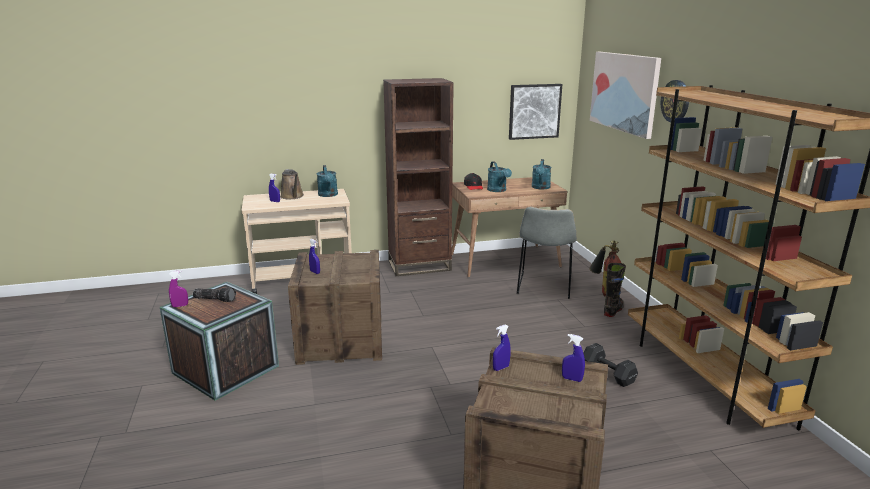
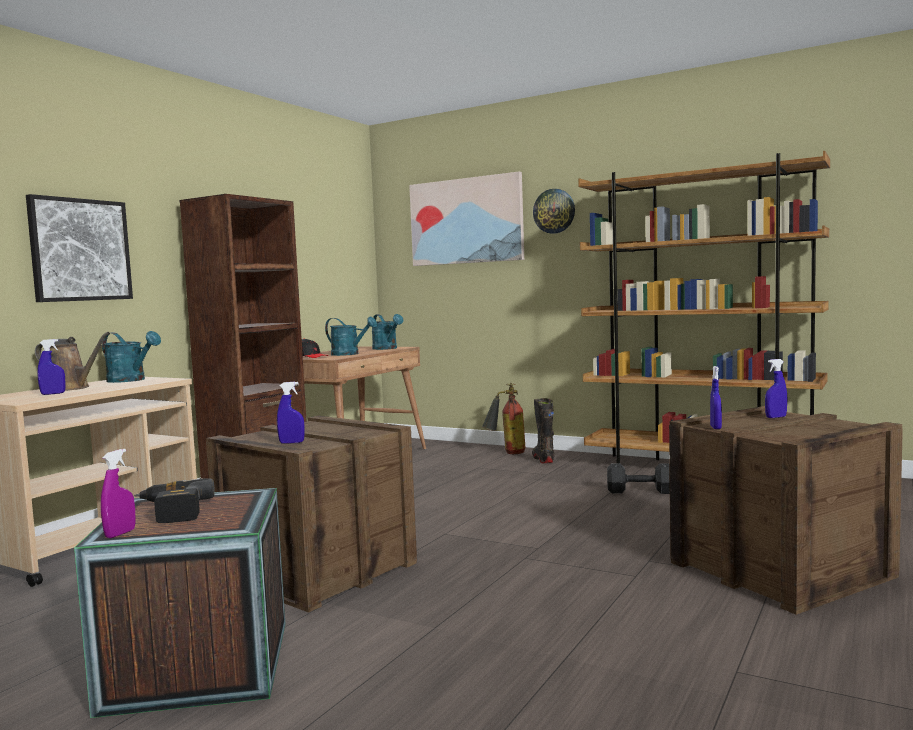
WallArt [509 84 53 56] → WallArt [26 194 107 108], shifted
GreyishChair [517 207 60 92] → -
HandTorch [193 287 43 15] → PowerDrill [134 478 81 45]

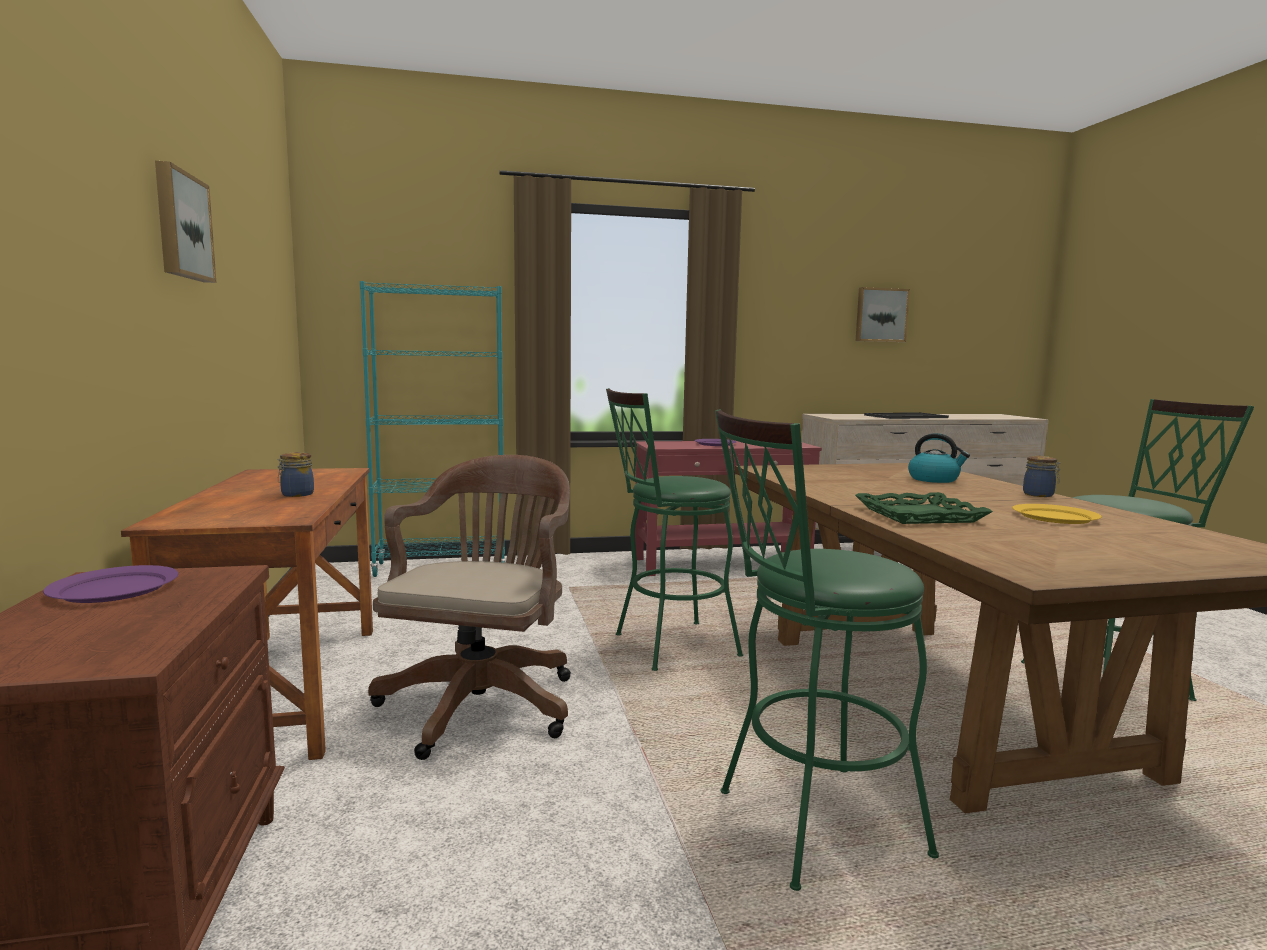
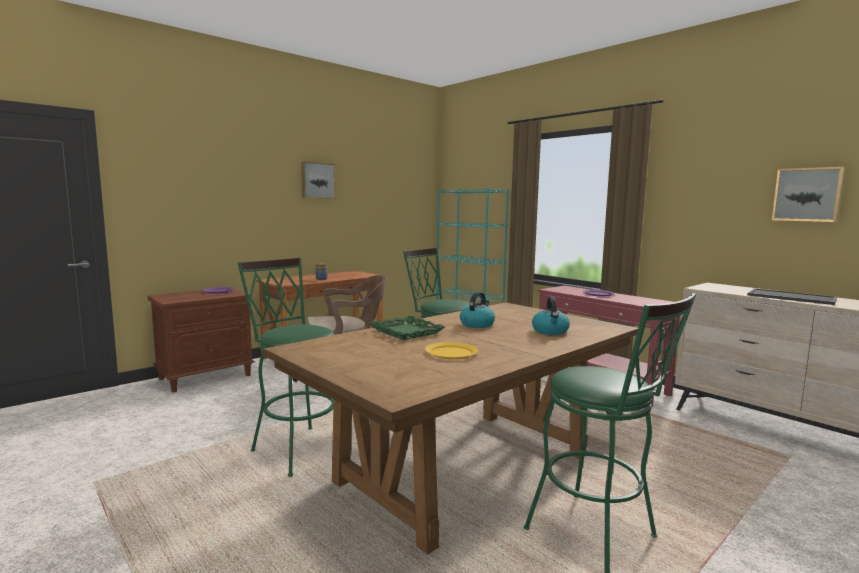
StorageJar [1023 456 38 41] → -
- → WaterKettle [460 292 35 36]

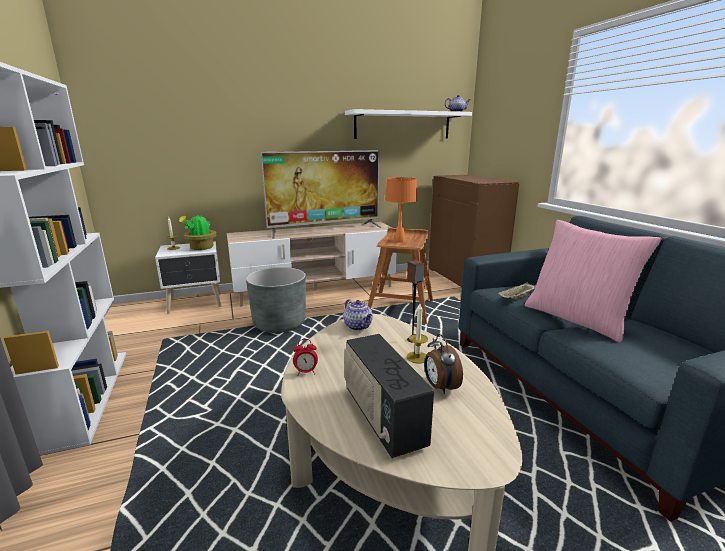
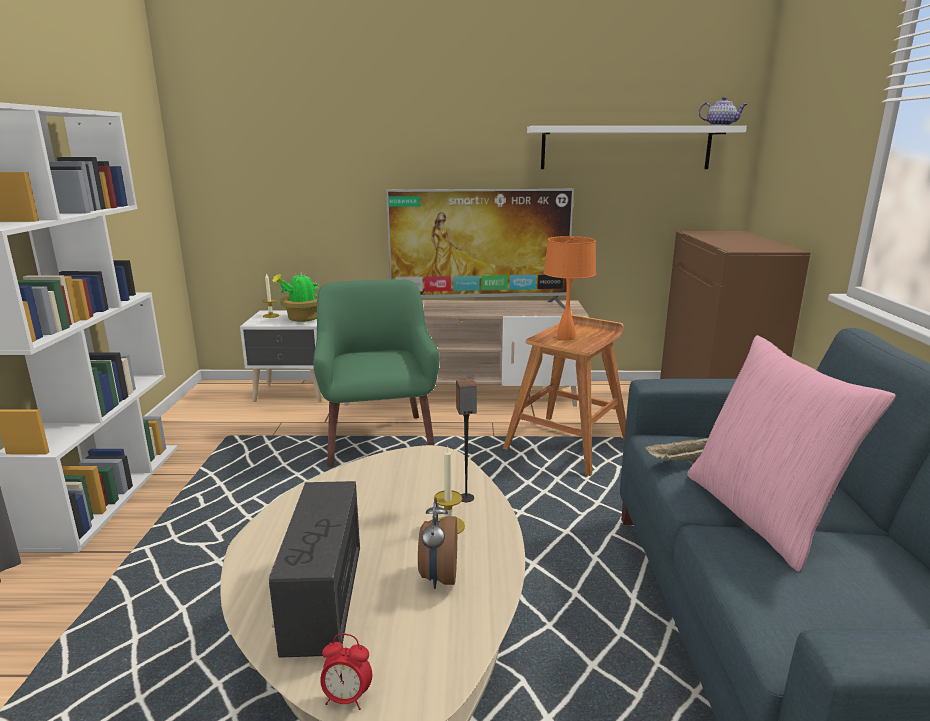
GreyishFlowerPot [246 267 60 66] → GreenEasyChair [313 279 127 188]
Teapot [343 299 30 32] → -
AlarmClock [293 339 25 37] → AlarmClock [320 634 52 76], shifted

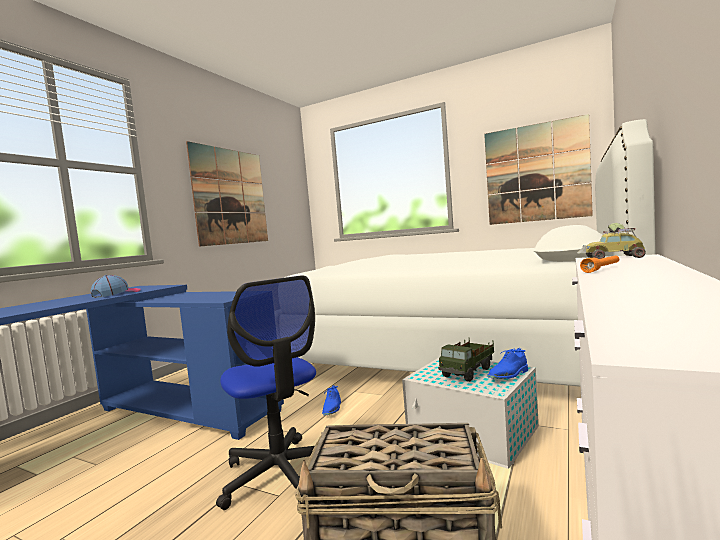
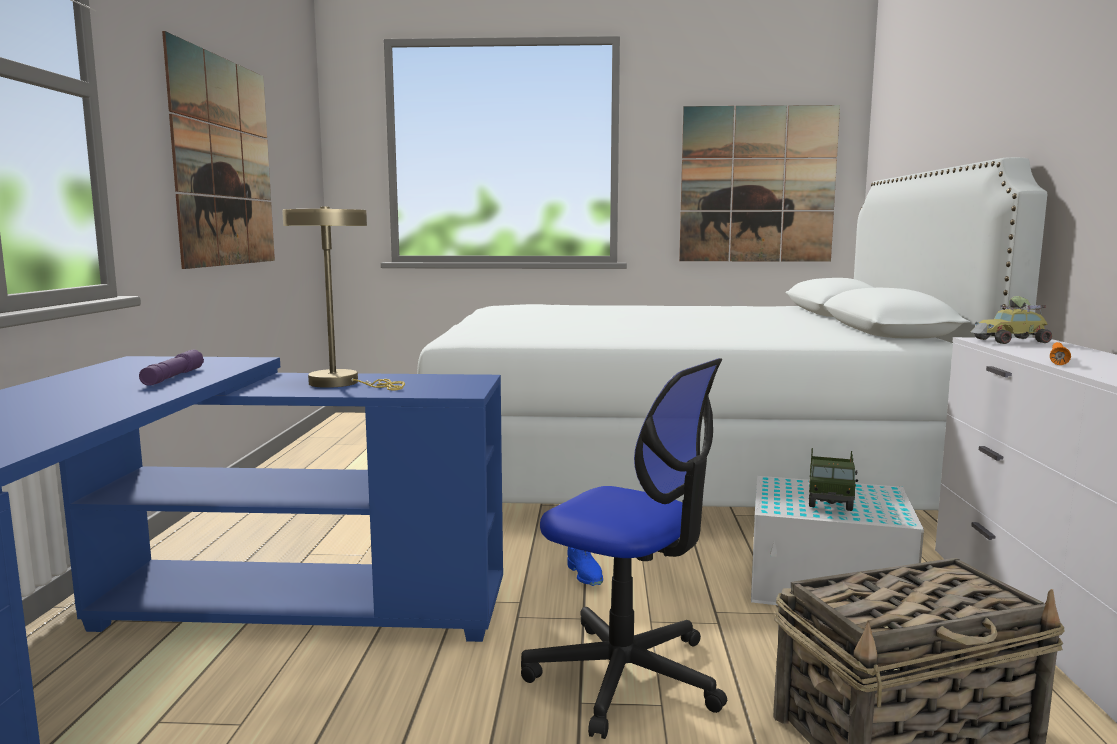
BaseballCap [91 275 50 23] → PurplishHandTorch [139 349 65 37]
BlueColouredLowShoe [488 348 40 31] → -
- → SandColouredTabletopLamp [282 207 123 183]

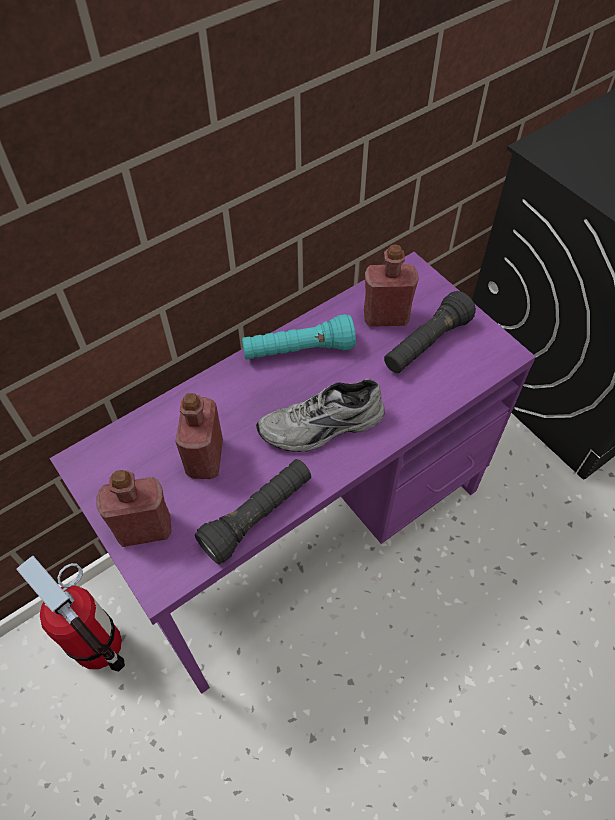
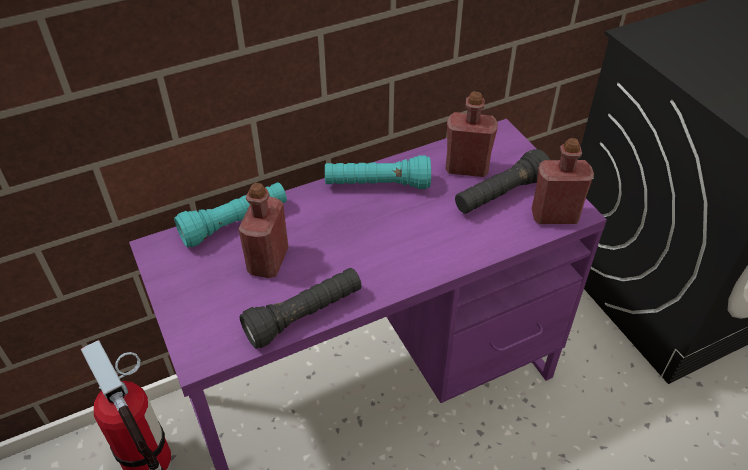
GreyishLowShoe [256 379 129 73] → -
RedColouredBottle [96 470 76 77] → RedColouredBottle [532 138 62 86], shifted
- → TurquoiseHandTorch [174 182 113 65]

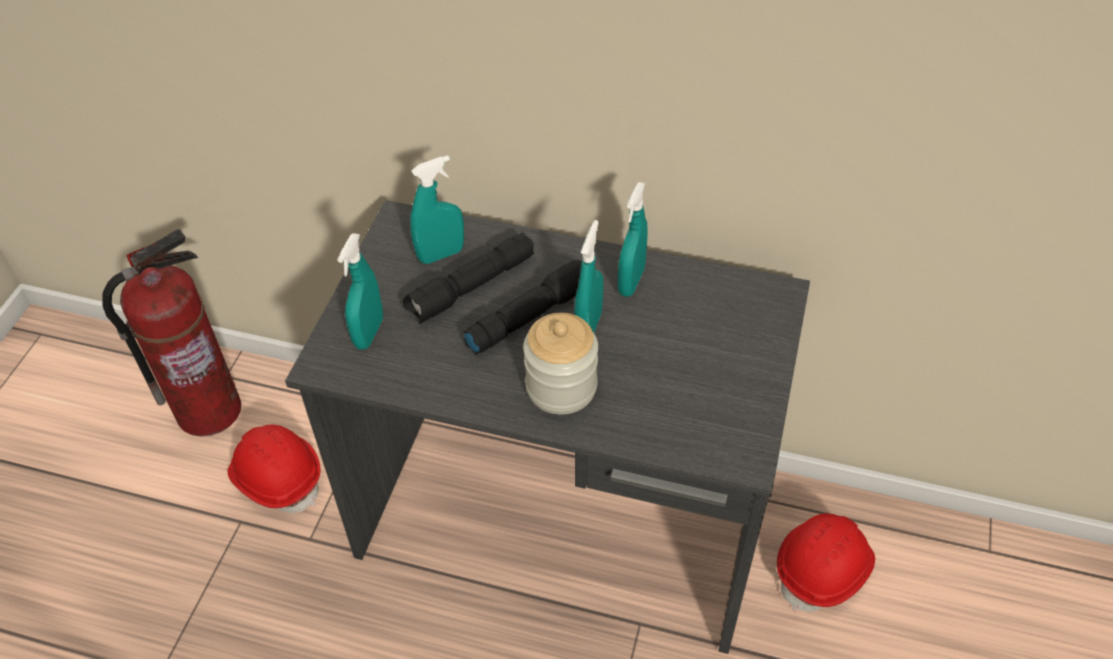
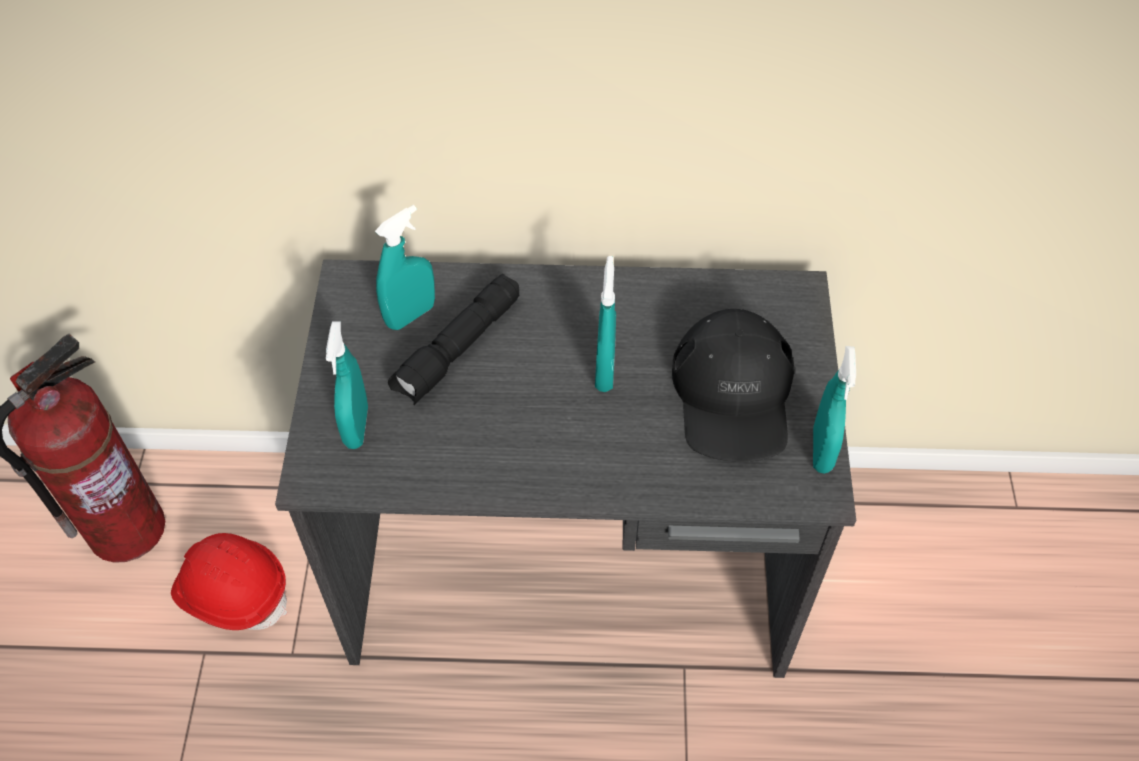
TurquoiseSprayBottle [618 182 30 115] → TurquoiseSprayBottle [813 346 43 128], shifted
BlackHandTorch [463 260 119 95] → -
StorageJar [523 313 75 101] → -
RedColouredWorkHelmet [777 513 98 99] → -
- → BlackBaseballCap [672 309 122 153]

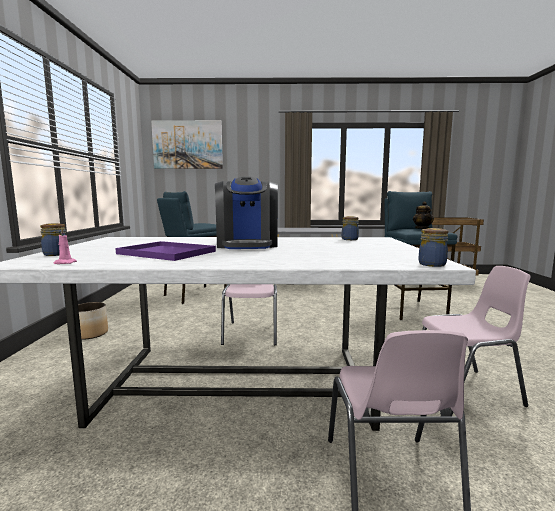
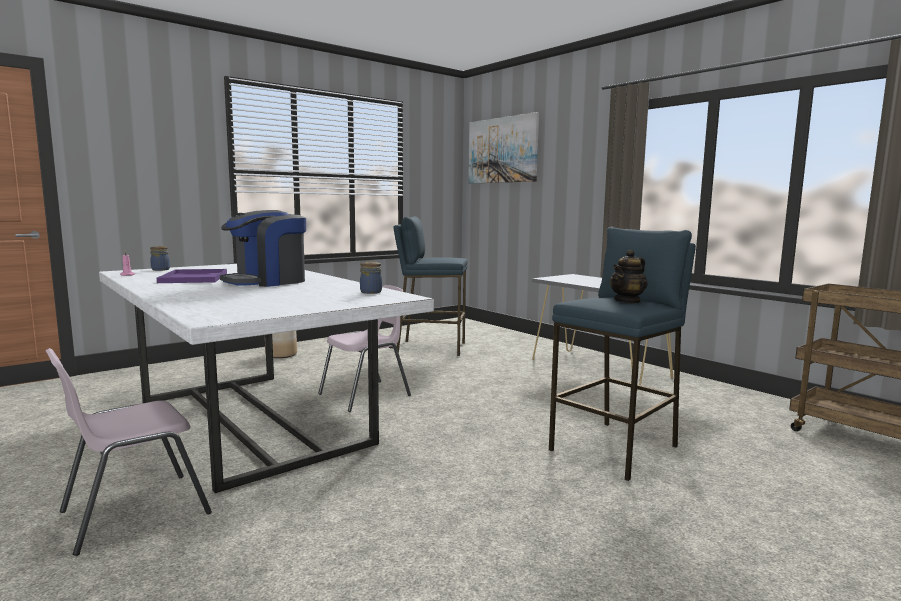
StorageJar [419 228 29 39] → -
PinkColouredChair [422 266 109 150] → -

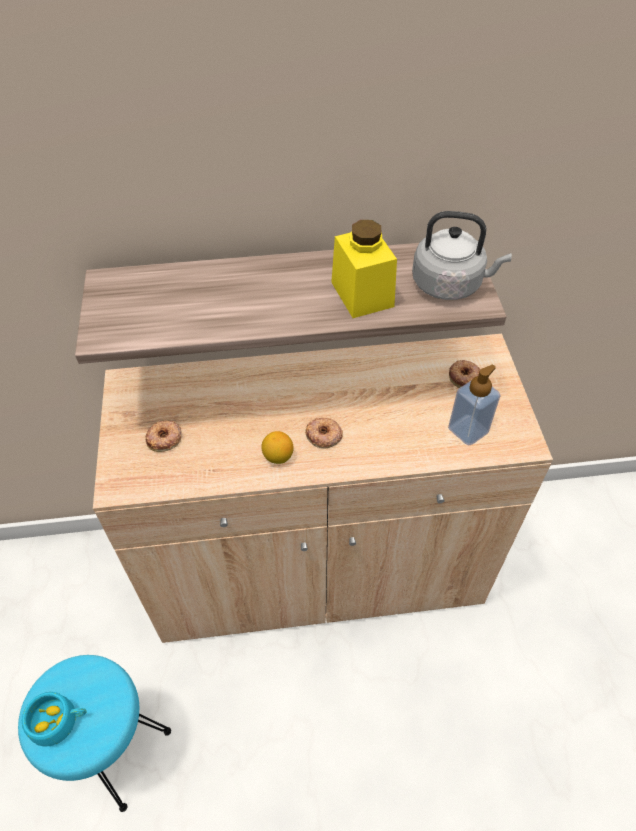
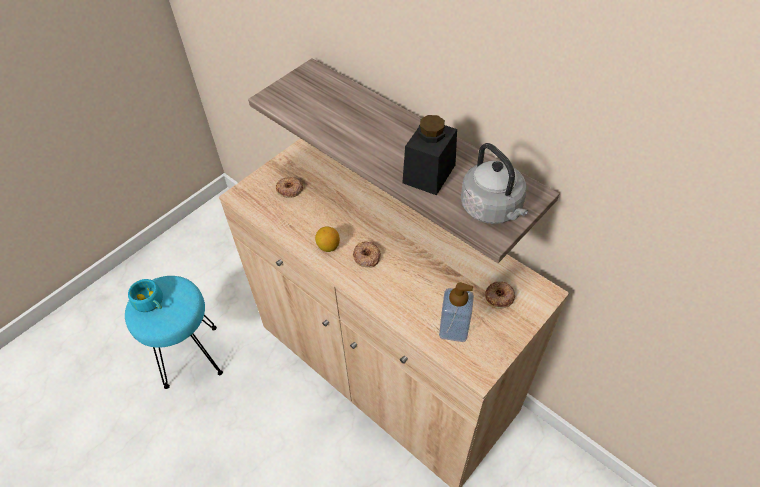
YellowishStorageJar [331 220 66 98] → BlackStorageJar [402 115 55 80]

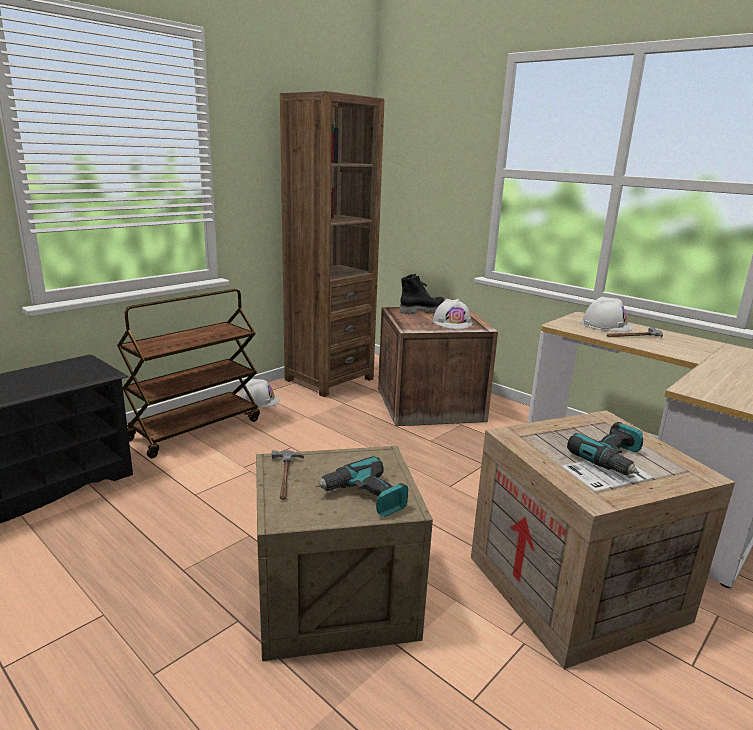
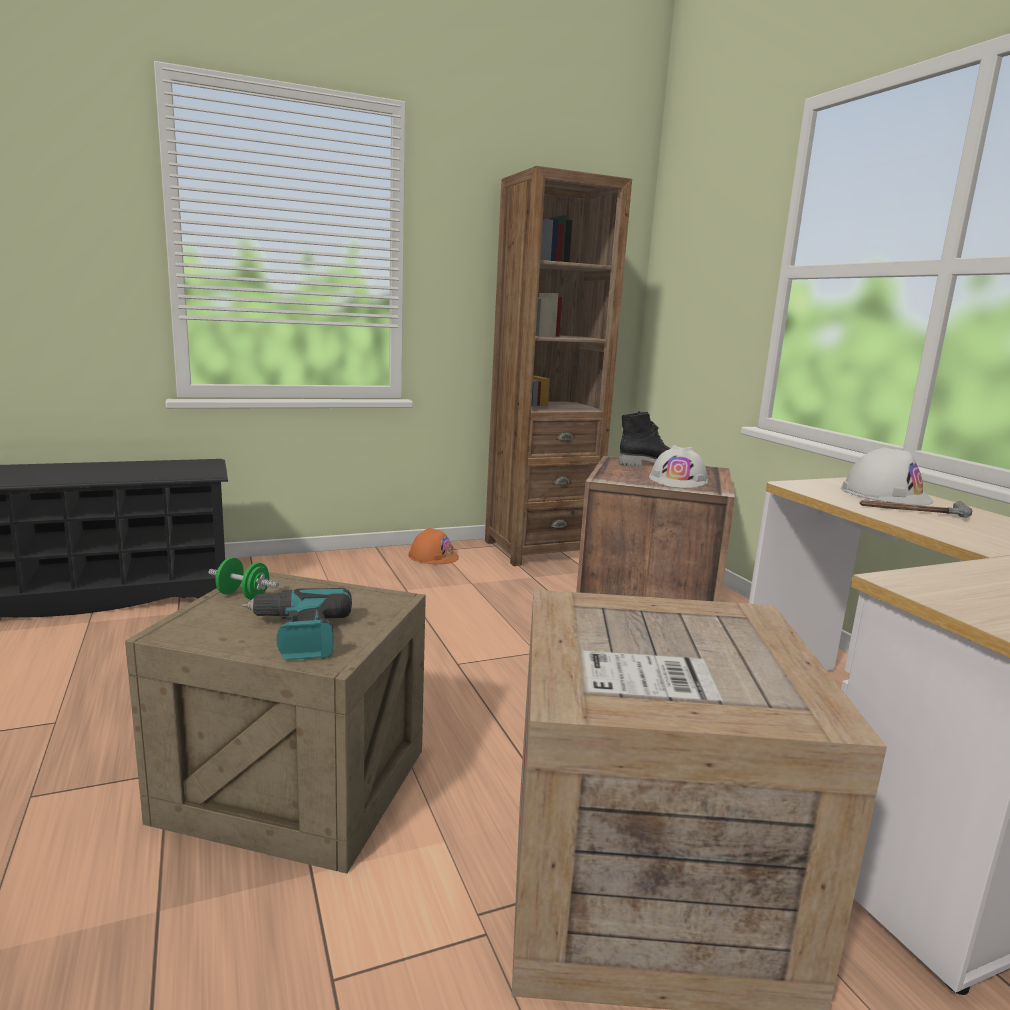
BrownishWheeledCart [117 289 143 169] → -
WhiteColouredWorkHelmet [241 379 39 29] → OrangeColouredWorkHelmet [408 528 51 36]
PowerDrill [567 422 76 53] → -
Hammer [272 450 32 50] → GreenHandWeight [208 557 71 43]

